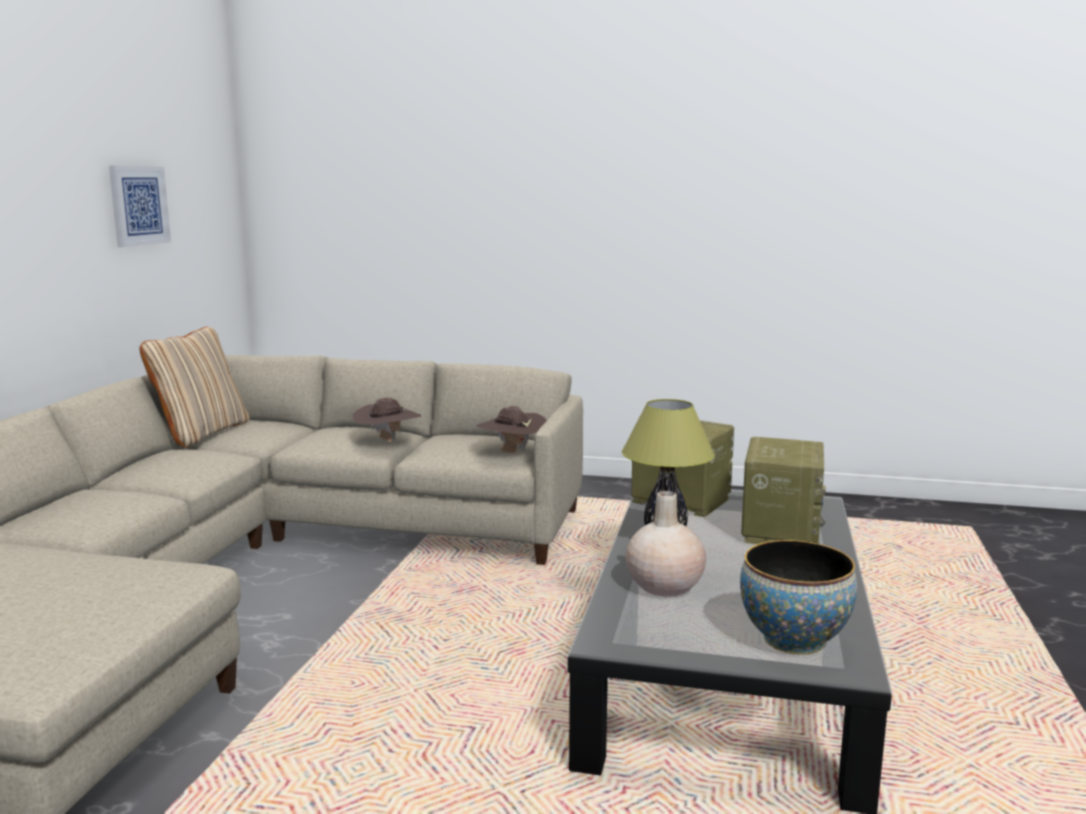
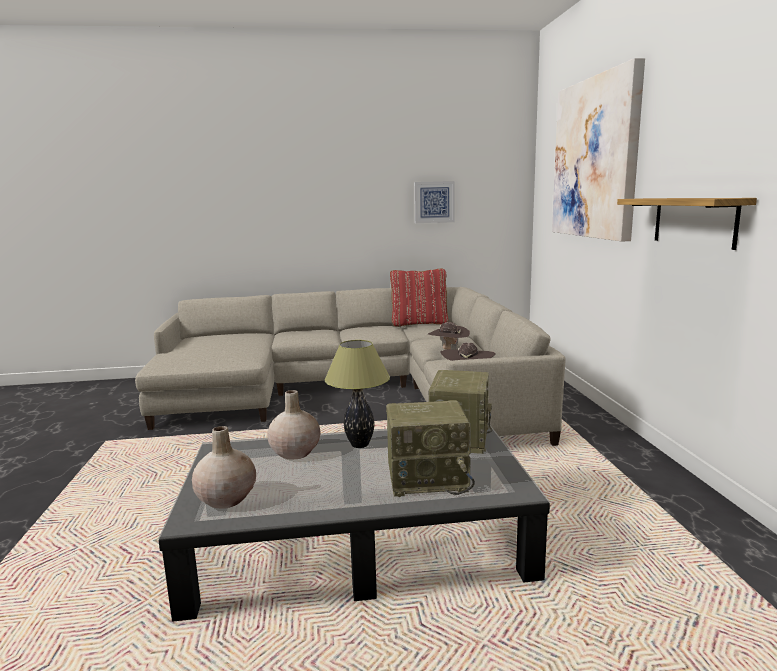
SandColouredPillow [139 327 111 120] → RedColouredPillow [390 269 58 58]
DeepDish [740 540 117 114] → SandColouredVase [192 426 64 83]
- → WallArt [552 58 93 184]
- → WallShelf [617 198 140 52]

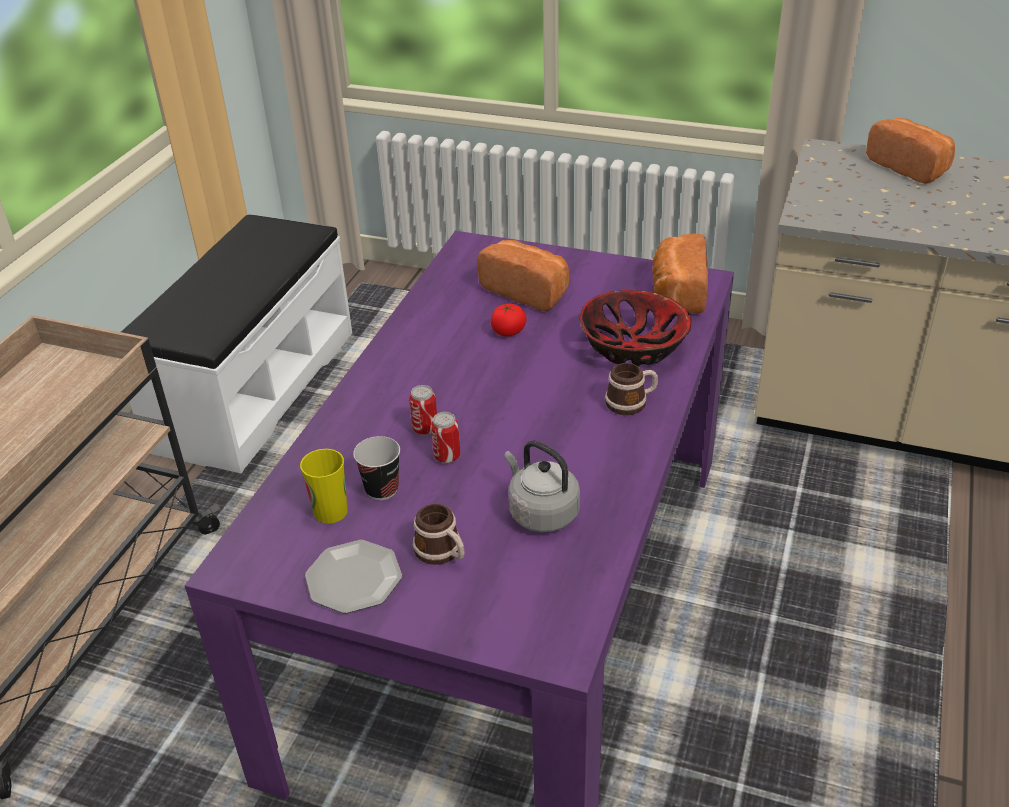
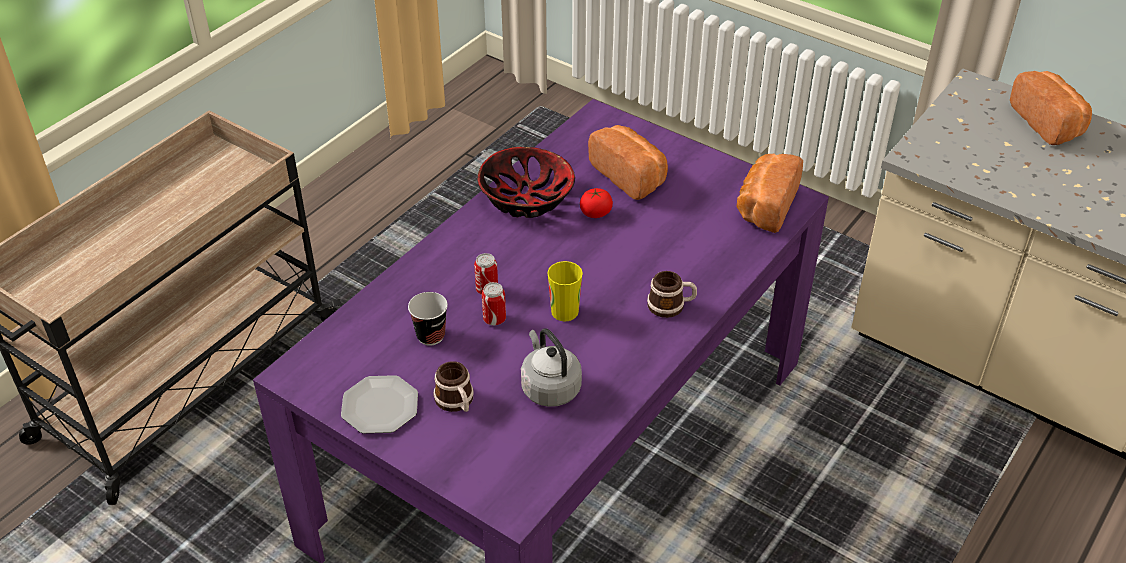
WhiteColouredIndoorBench [121 215 231 258] → -
DeepDish [580 290 111 76] → DeepDish [477 147 98 71], shifted
DrinkingCup [300 449 48 75] → DrinkingCup [547 261 36 60], shifted

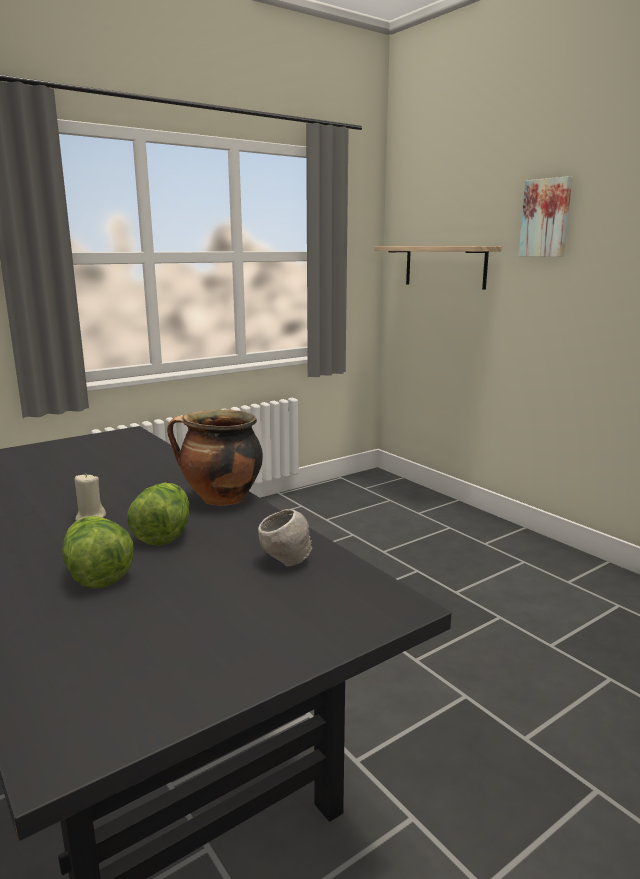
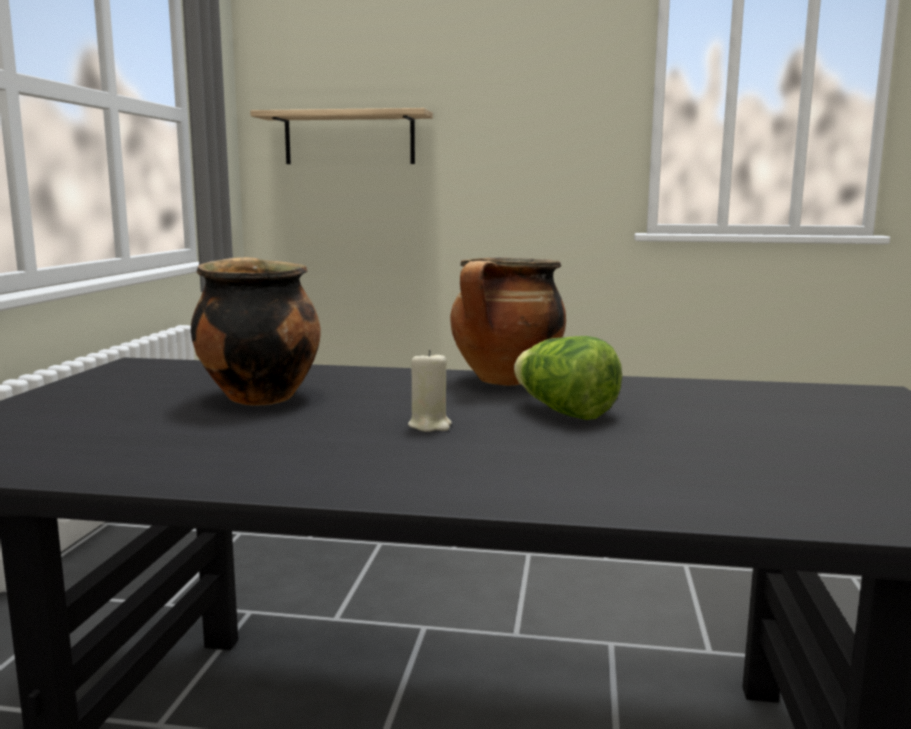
WallArt [519 176 54 81] → -
GreyishDeepDish [258 509 54 57] → -
Lettuce [62 516 71 73] → -
- → CookingPot [191 257 130 149]

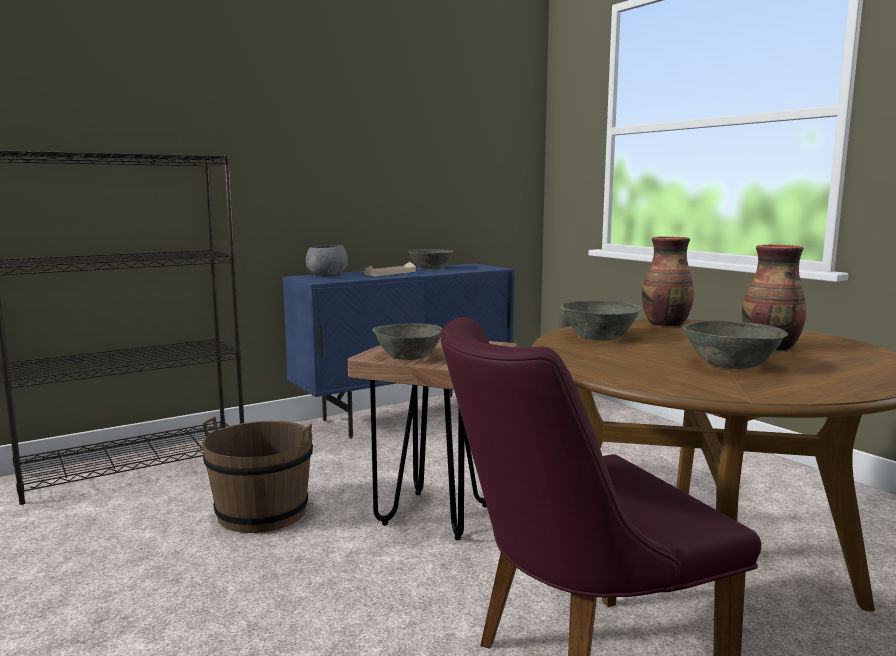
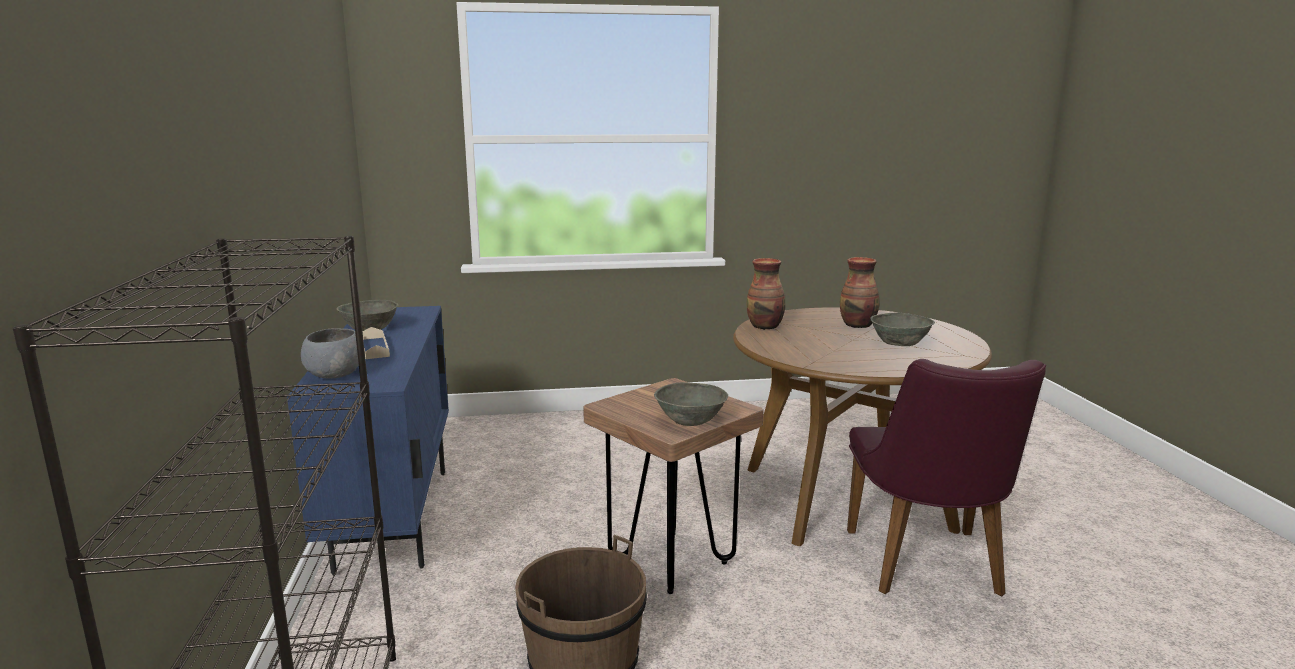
GreyishDeepDish [561 301 81 39] → -

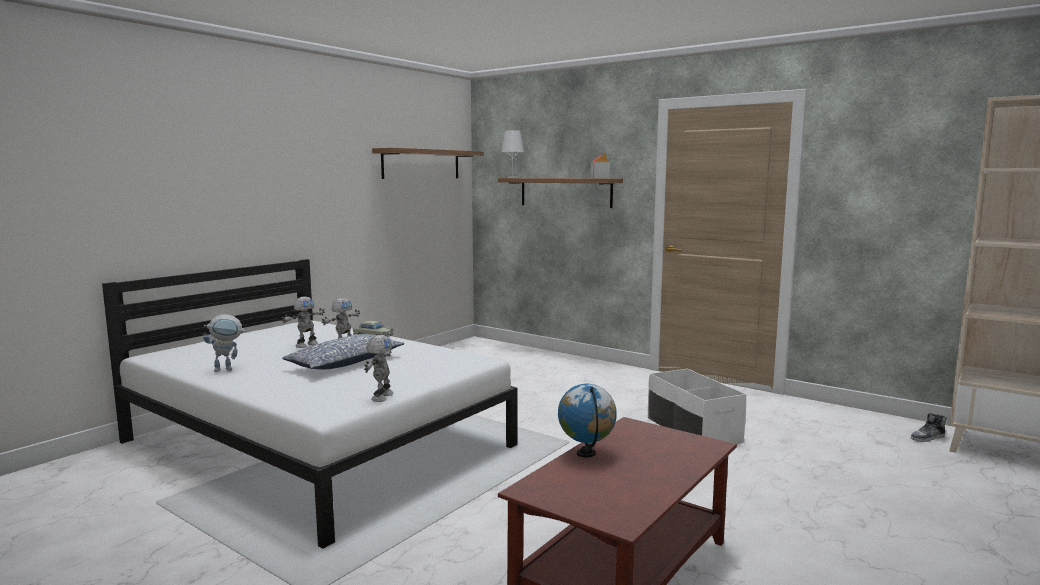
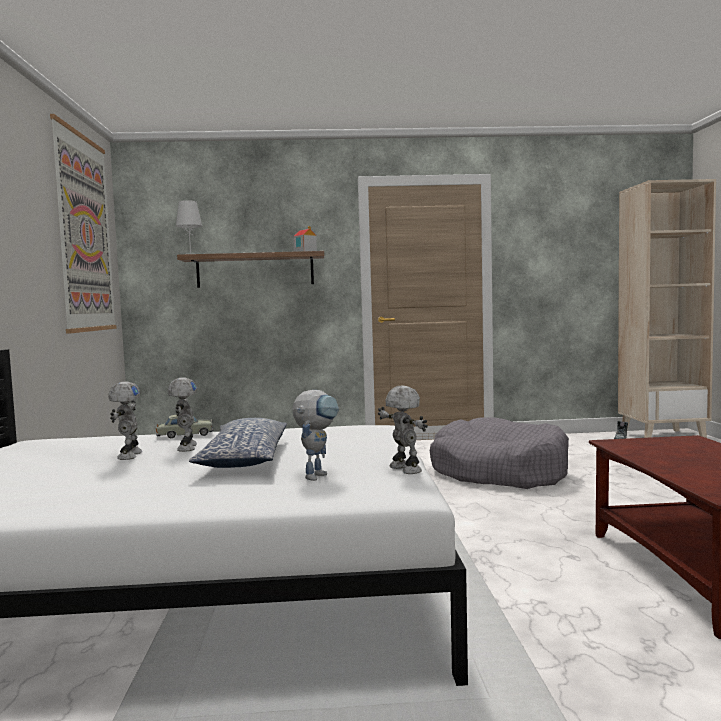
WallShelf [372 148 112 31] → WallArt [50 114 67 220]
ToyRobot [203 315 43 57] → ToyRobot [292 390 47 91], shifted
WhiteColouredStorageBin [648 369 98 75] → GreyishPetBed [430 417 139 72]
Globe [558 384 59 73] → -

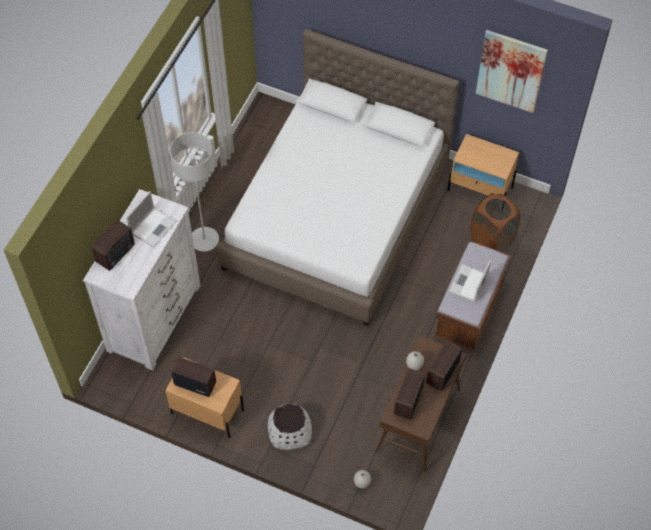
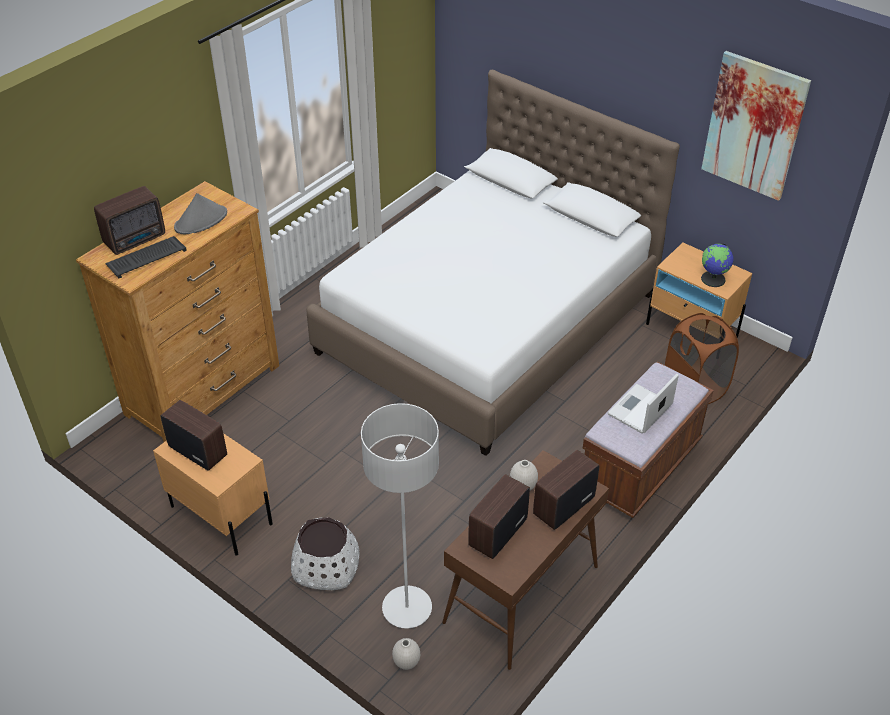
GreyishStandingLamp [170 132 49 119] → GreyishStandingLamp [361 403 78 225], shifted
WhiteColouredDresser [83 189 118 181] → BrownishDresser [76 181 203 261]
PortableComputer [126 191 50 57] → GreyishWearableHat [174 193 53 41]
- → PcKeyboard [105 236 82 43]
- → Globe [701 243 32 44]

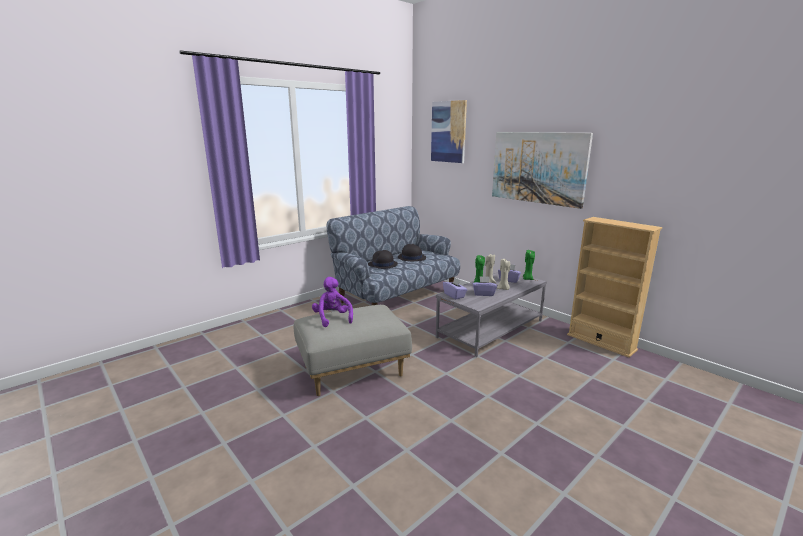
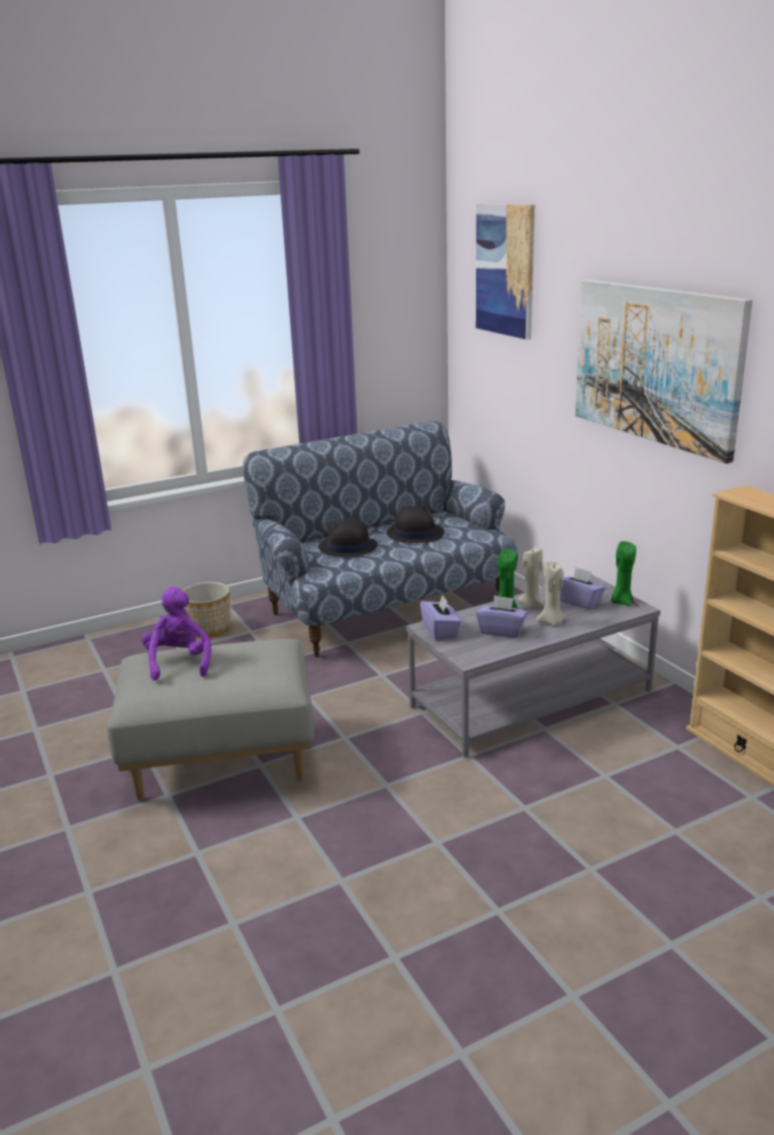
- → FlowerPot [182 582 49 55]

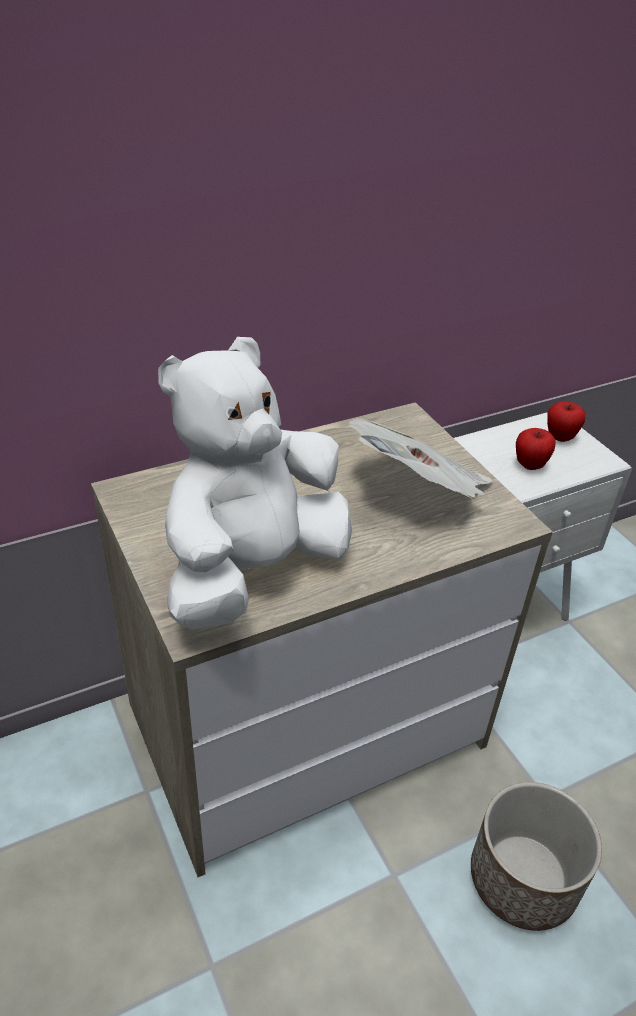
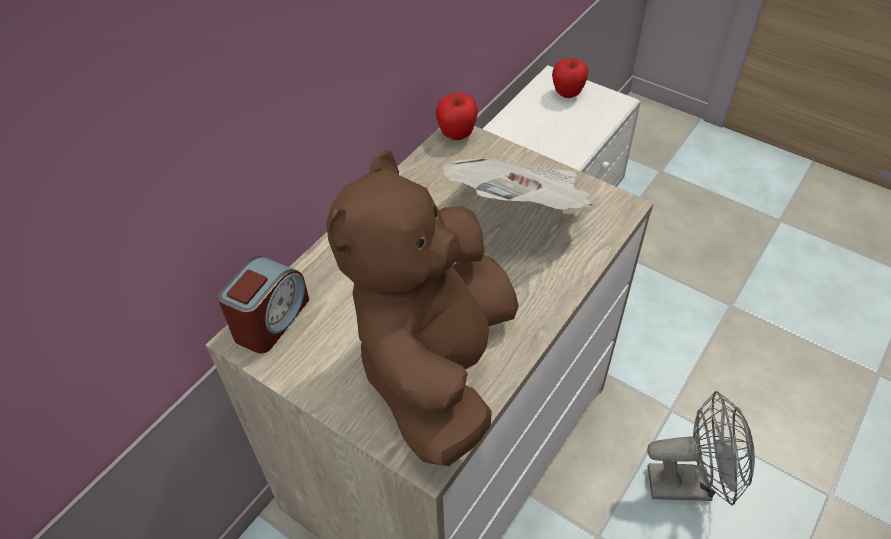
WhiteColouredSoftToy [158 337 194 293] → BrownishSoftToy [326 149 193 317]
WholeApple [516 428 40 42] → WholeApple [435 93 43 47], shifted
FlowerPot [471 782 131 149] → GreyishFan [647 391 108 115]
- → AlarmClock [217 256 92 97]

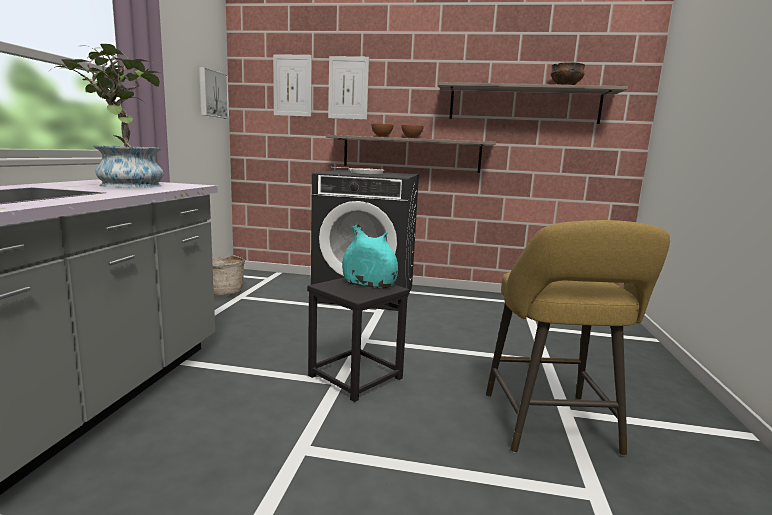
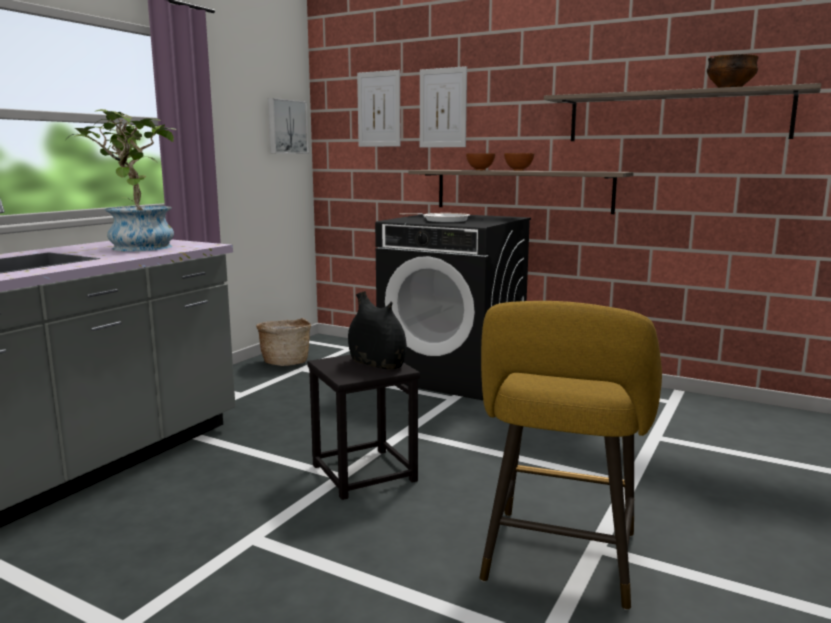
TurquoiseVase [342 224 56 64] → BlackVase [348 291 59 78]

